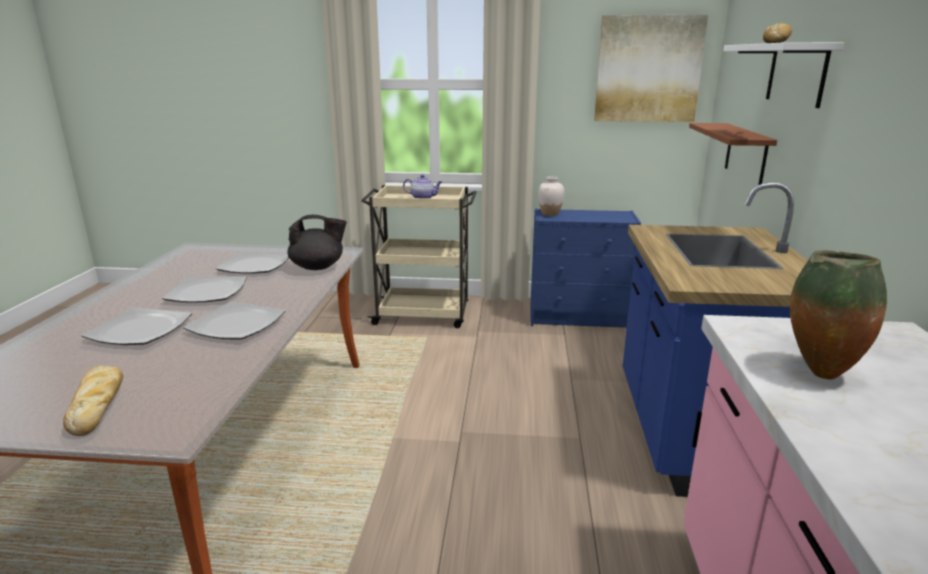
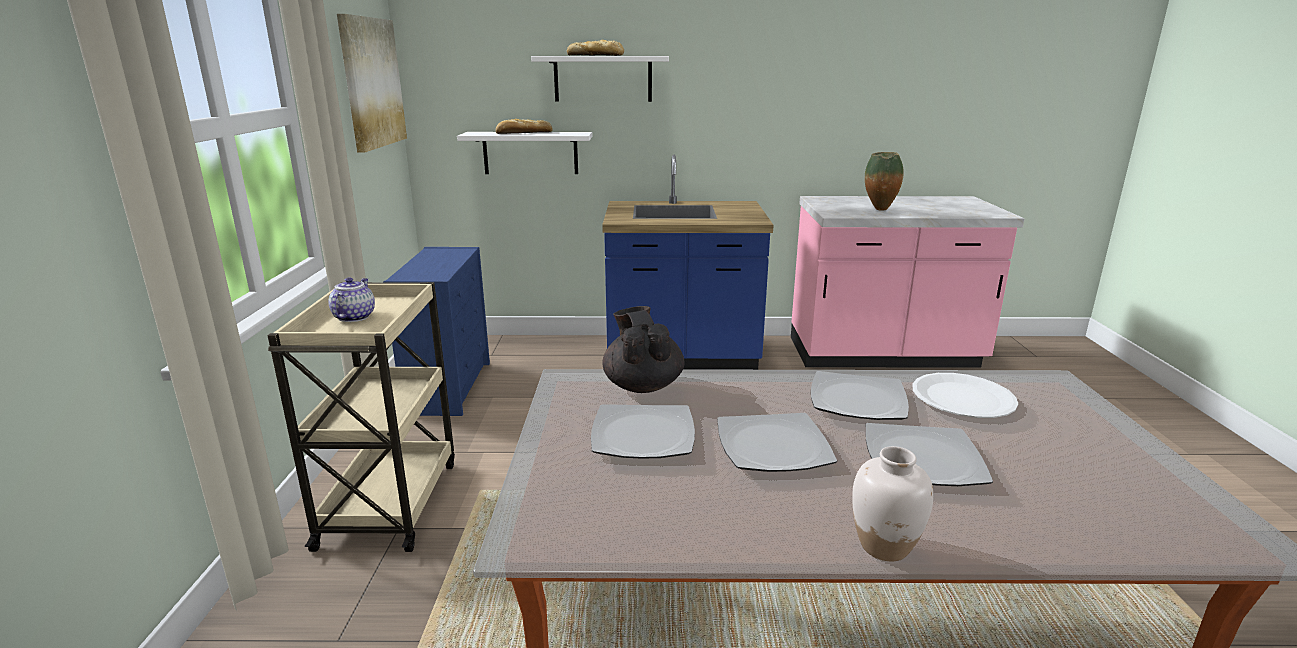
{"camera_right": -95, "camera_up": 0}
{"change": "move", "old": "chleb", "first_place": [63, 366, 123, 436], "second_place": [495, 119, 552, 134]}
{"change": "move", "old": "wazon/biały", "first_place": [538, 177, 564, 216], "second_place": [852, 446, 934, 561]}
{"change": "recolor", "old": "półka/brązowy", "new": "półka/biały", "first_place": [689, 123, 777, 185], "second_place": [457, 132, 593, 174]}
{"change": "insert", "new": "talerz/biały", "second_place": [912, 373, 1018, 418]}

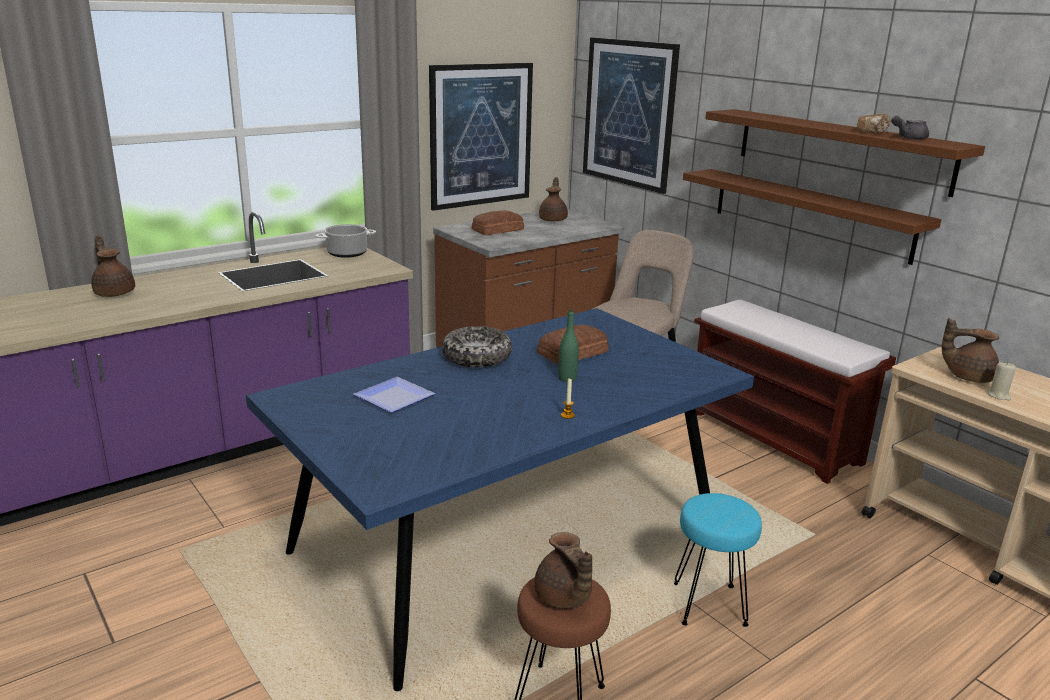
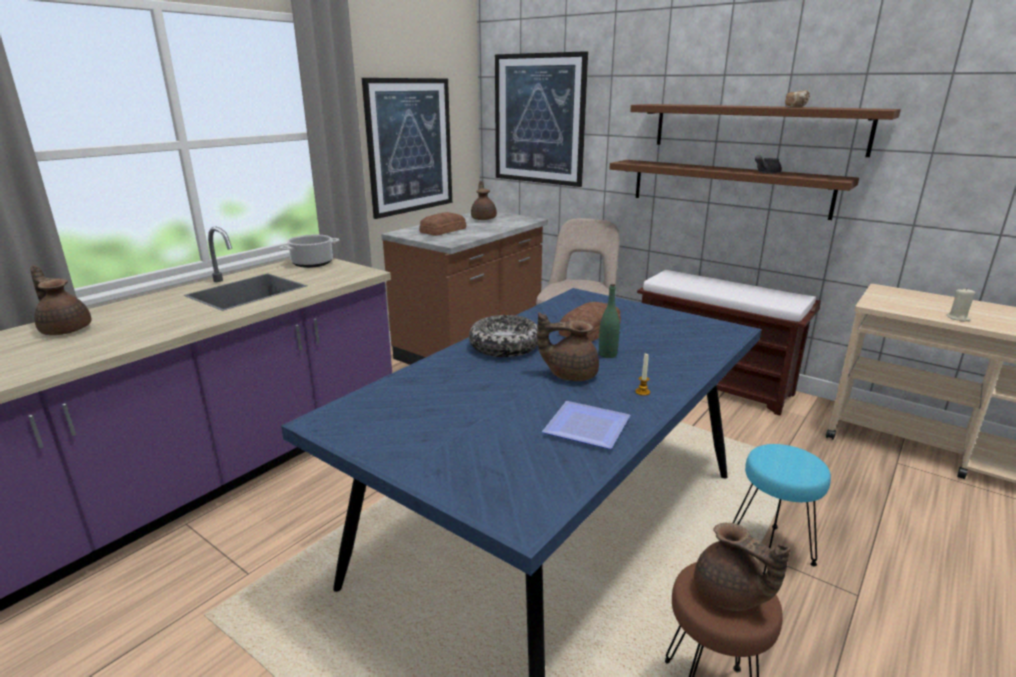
{"camera_right": -15, "camera_up": 0}
{"change": "move", "old": "talerz", "first_place": [353, 377, 435, 413], "second_place": [542, 401, 630, 449]}
{"change": "move", "old": "imbryk/szary", "first_place": [891, 116, 929, 140], "second_place": [755, 155, 782, 174]}
{"change": "move", "old": "imbryk/brązowy", "first_place": [942, 318, 999, 383], "second_place": [537, 313, 599, 381]}

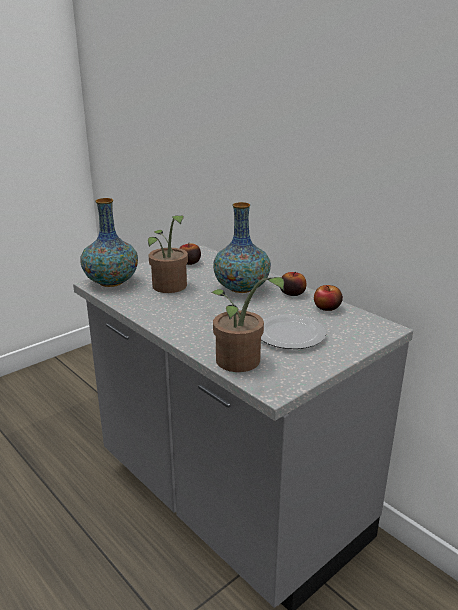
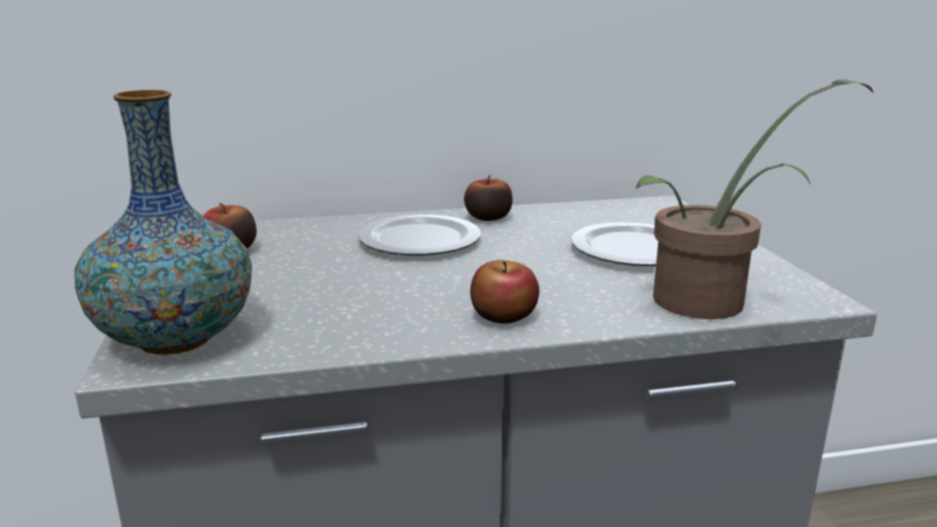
{"camera_right": -60, "camera_up": -5}
{"change": "delete", "old": "roślina doniczkowa", "first_place": [148, 215, 188, 293]}
{"change": "replace", "old": "wazon", "new": "talerz", "first_place": [213, 202, 271, 293], "second_place": [358, 214, 481, 255]}
{"change": "move", "old": "jabłko", "first_place": [314, 285, 343, 311], "second_place": [470, 260, 539, 324]}

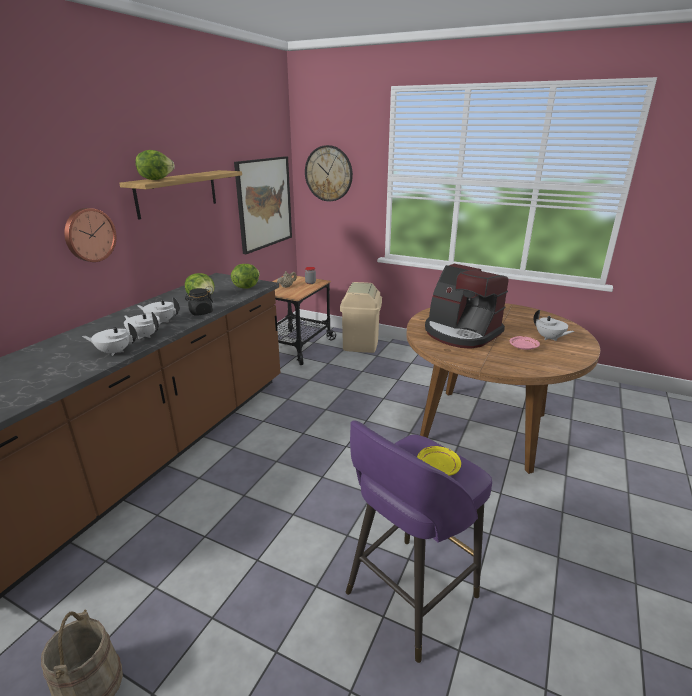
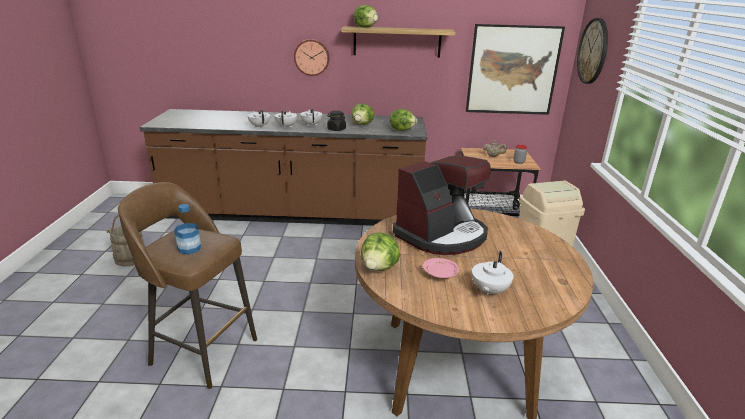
{"camera_right": 65, "camera_up": 0}
{"change": "recolor", "old": "stołek/fioletowy", "new": "stołek/brązowy", "first_place": [346, 420, 492, 663], "second_place": [118, 182, 257, 389]}
{"change": "replace", "old": "talerz/żółty", "new": "butelka", "first_place": [417, 446, 461, 476], "second_place": [174, 204, 202, 254]}
{"change": "rotate", "old": "ekspres do kawy", "first_place": [425, 264, 508, 349], "second_place": [393, 156, 491, 255], "degrees": -150}
{"change": "insert", "new": "sałata", "second_place": [361, 233, 400, 271]}

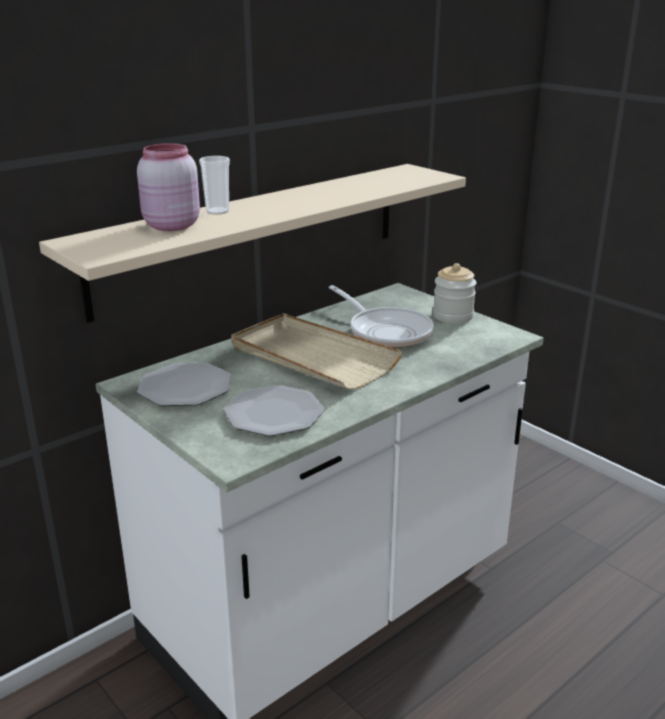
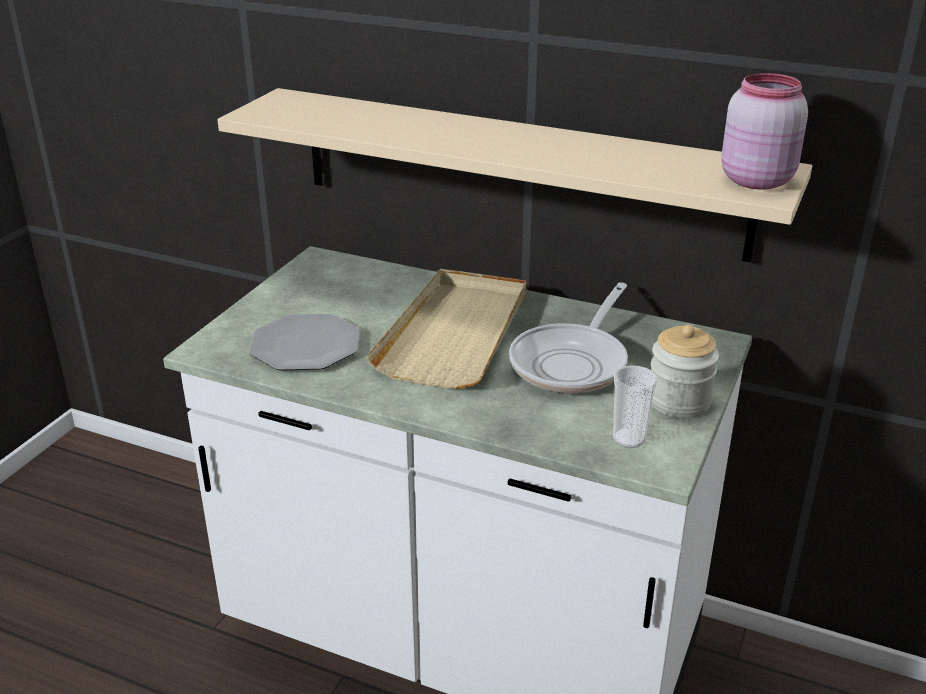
{"camera_right": 65, "camera_up": 5}
{"change": "move", "old": "słoik/różowy", "first_place": [137, 143, 200, 231], "second_place": [721, 73, 808, 190]}
{"change": "delete", "old": "talerz", "first_place": [137, 363, 231, 406]}
{"change": "move", "old": "filiżanka", "first_place": [199, 156, 230, 215], "second_place": [613, 365, 657, 448]}

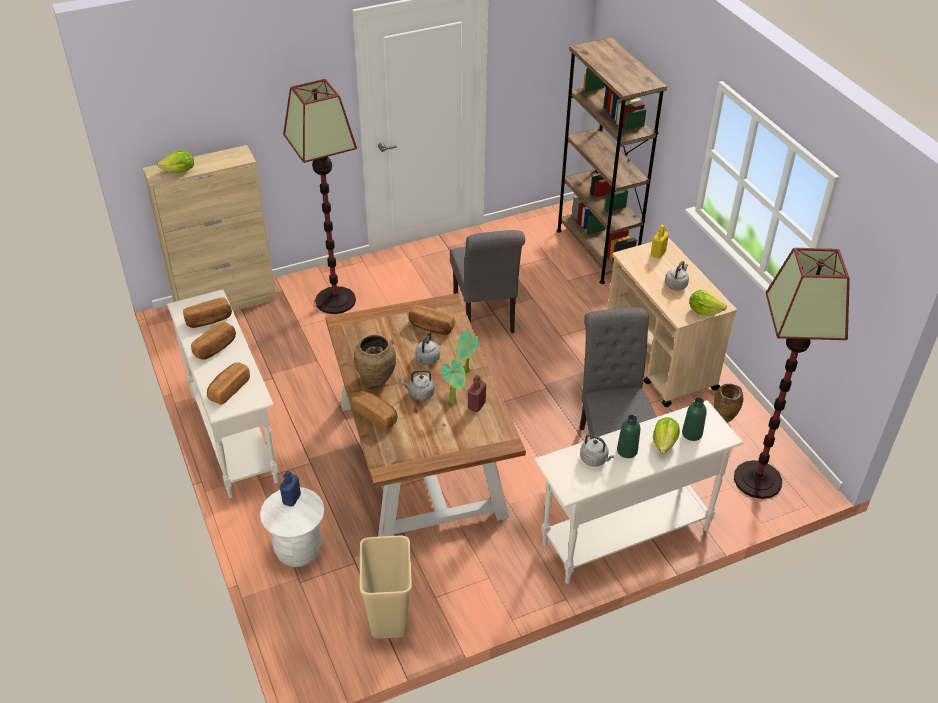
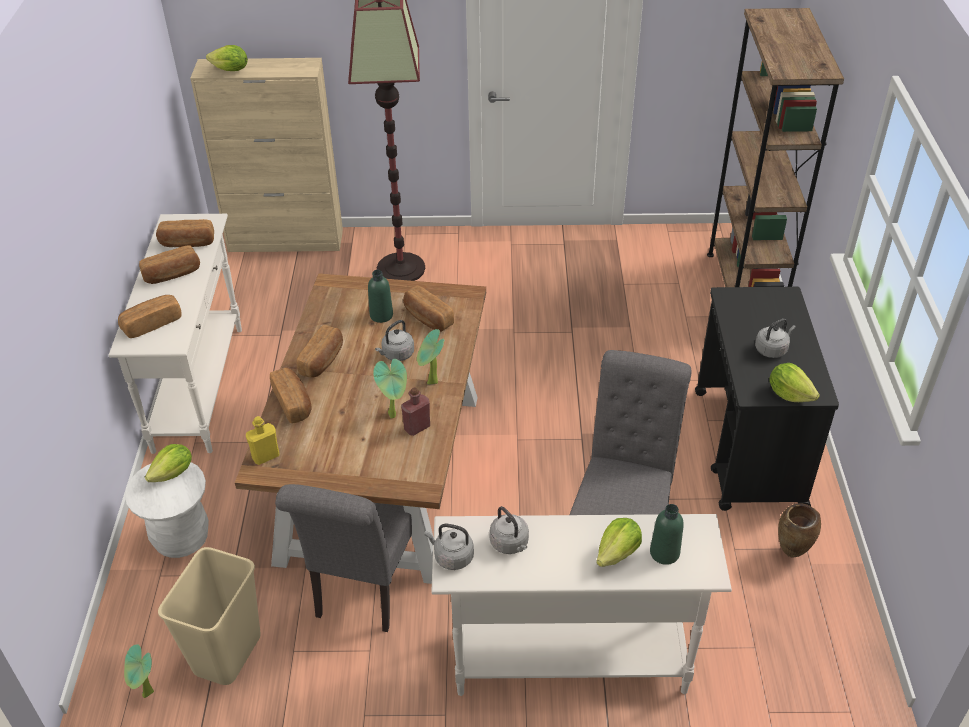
{"camera_right": 25, "camera_up": 0}
{"change": "replace", "old": "butelka/niebieski", "new": "sałata", "first_place": [280, 471, 301, 507], "second_place": [145, 444, 192, 482]}
{"change": "replace", "old": "wazon/brązowy", "new": "chleb", "first_place": [354, 335, 396, 386], "second_place": [297, 325, 343, 378]}
{"change": "move", "old": "czajnik/szary", "first_place": [401, 370, 435, 400], "second_place": [425, 524, 474, 570]}
{"change": "move", "old": "krzesło/szary", "first_place": [450, 230, 525, 333], "second_place": [275, 484, 412, 632]}
{"change": "recolor", "old": "wózek/beżowy", "new": "wózek/czarny", "first_place": [608, 238, 737, 407], "second_place": [695, 287, 839, 511]}
{"change": "move", "old": "butelka/zielony", "first_place": [617, 415, 640, 458], "second_place": [368, 270, 393, 323]}
{"change": "move", "old": "butelka/żółty", "first_place": [650, 225, 669, 259], "second_place": [246, 416, 280, 465]}
{"change": "delete", "old": "lampa stojąca", "first_place": [734, 248, 850, 499]}
{"change": "insert", "new": "roślina doniczkowa", "second_place": [124, 644, 154, 698]}

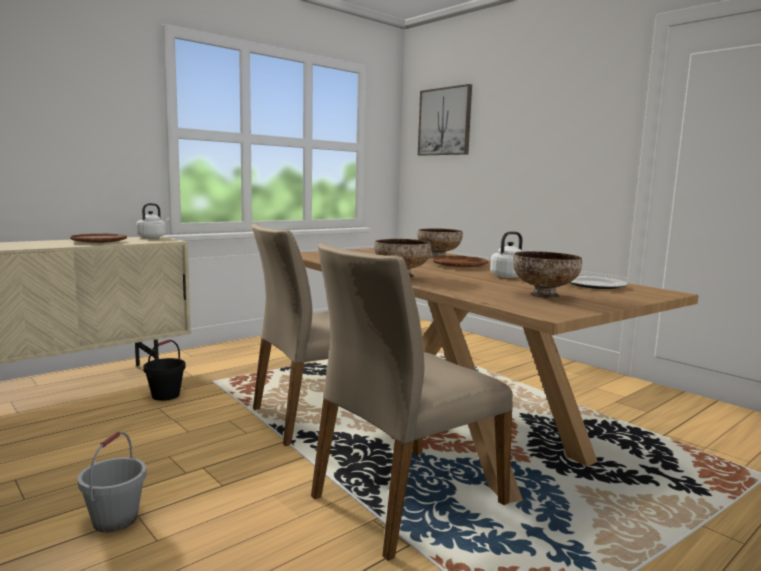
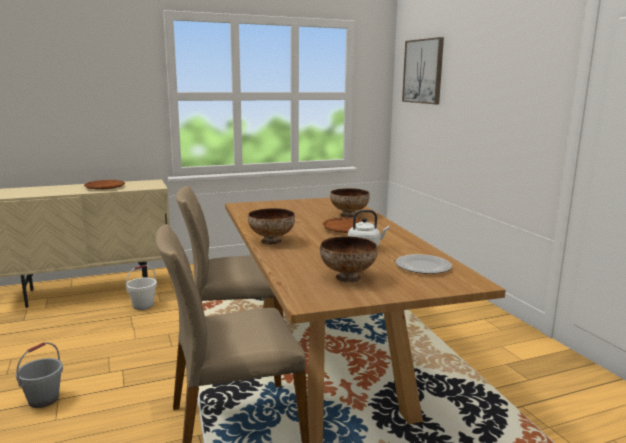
{"camera_right": 20, "camera_up": 5}
{"change": "delete", "old": "czajnik/biały", "first_place": [136, 203, 170, 238]}
{"change": "recolor", "old": "wiadro/czarny", "new": "wiadro/biały", "first_place": [143, 339, 186, 401], "second_place": [126, 265, 157, 310]}

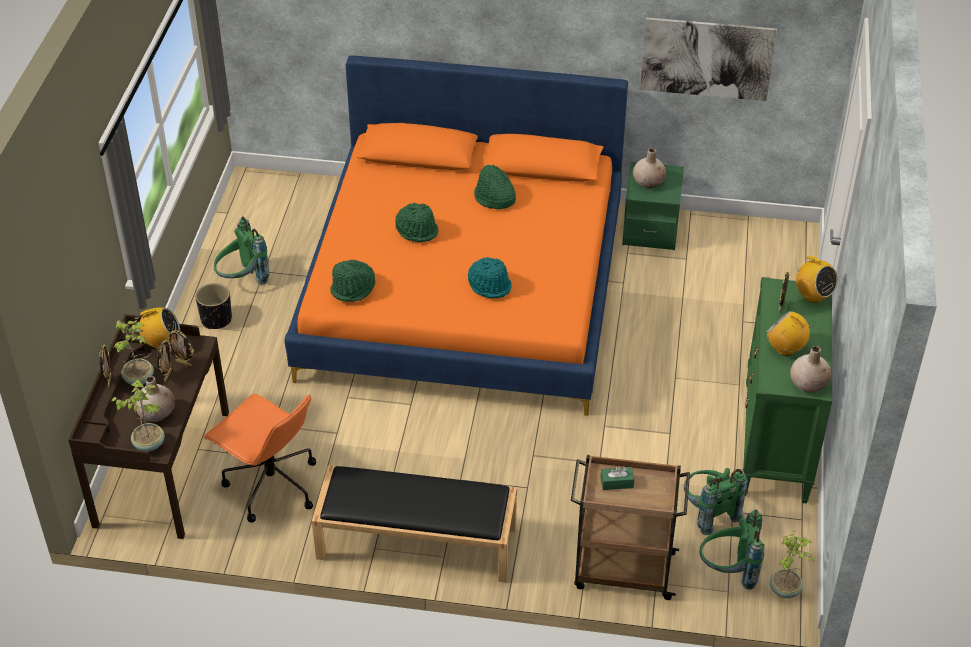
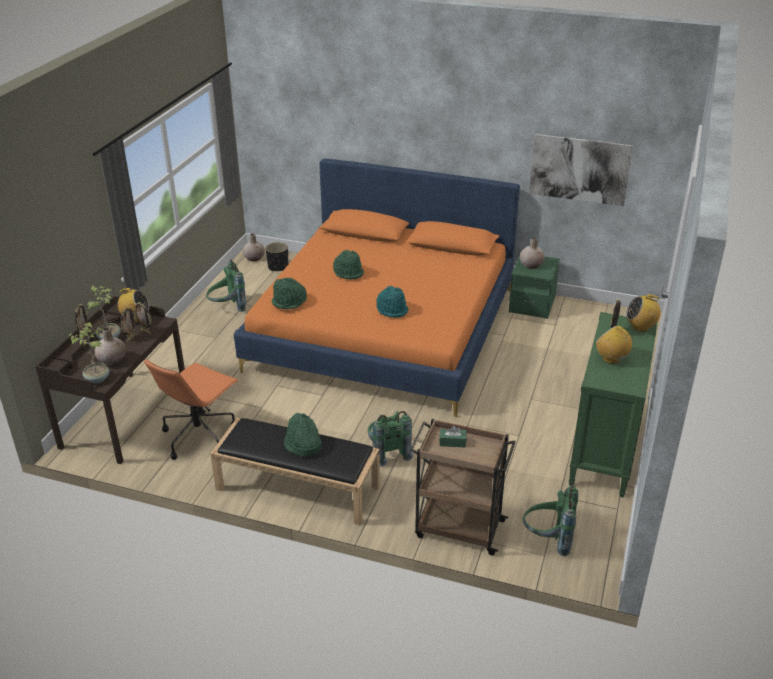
{"camera_right": 10, "camera_up": -10}
{"change": "move", "old": "donica/czarny", "first_place": [195, 283, 232, 329], "second_place": [265, 242, 288, 272]}
{"change": "rotate", "old": "krzesło biurowe/pomarańczowy", "first_place": [203, 394, 316, 523], "second_place": [144, 359, 239, 460], "degrees": 75}
{"change": "move", "old": "kapelusz/zielony", "first_place": [474, 165, 516, 209], "second_place": [284, 413, 322, 457]}
{"change": "move", "old": "plecak/zielony", "first_place": [684, 468, 748, 535], "second_place": [368, 411, 414, 467]}
{"change": "delete", "old": "roślina doniczkowa", "first_place": [770, 530, 814, 598]}
{"change": "move", "old": "wazon/beżowy", "first_place": [790, 346, 831, 392], "second_place": [243, 233, 265, 261]}
{"change": "rotate", "old": "radio", "first_place": [795, 256, 838, 303], "second_place": [626, 294, 661, 332], "degrees": 120}

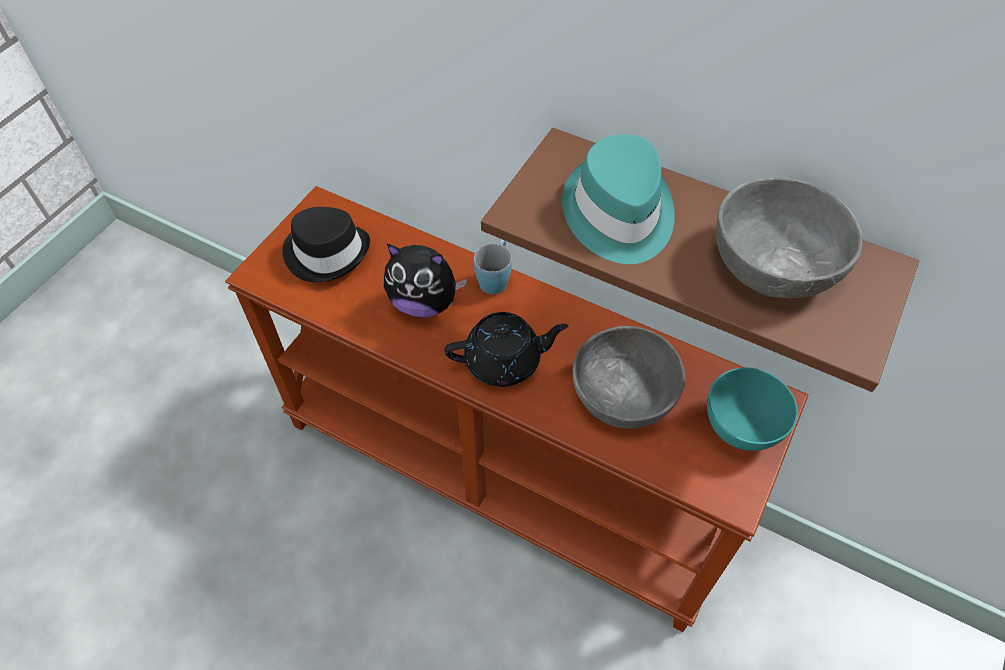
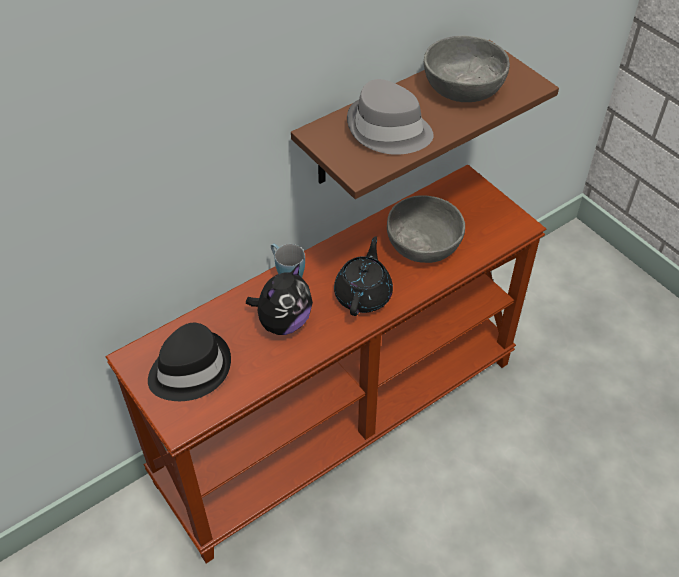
{"camera_right": -65, "camera_up": -5}
{"change": "recolor", "old": "kapelusz/turkusowy", "new": "kapelusz/szary", "first_place": [562, 134, 675, 264], "second_place": [347, 79, 434, 155]}
{"change": "delete", "old": "miska/turkusowy", "first_place": [707, 368, 798, 451]}

